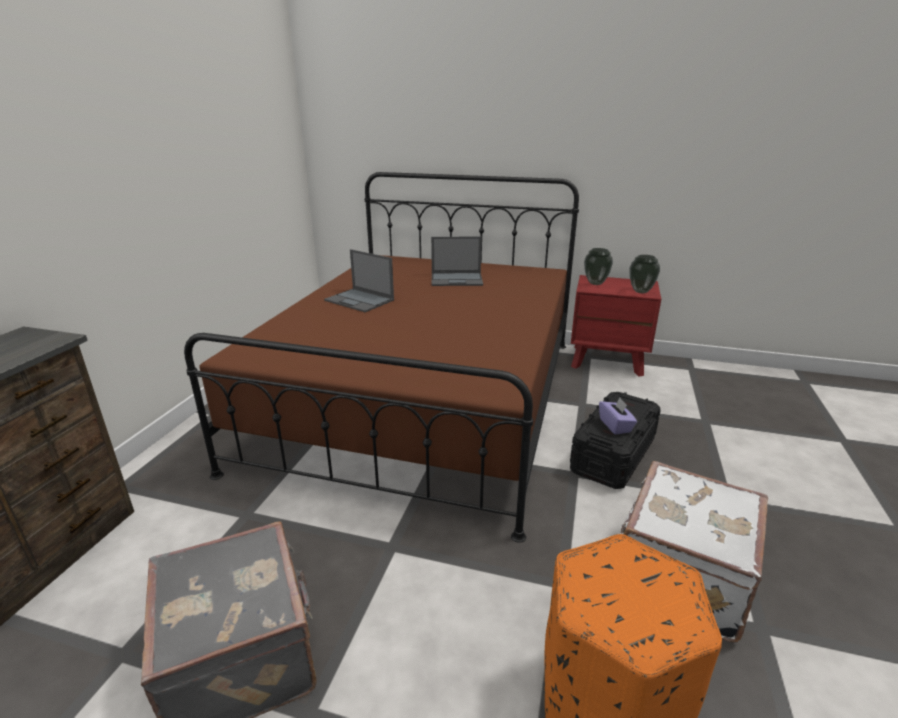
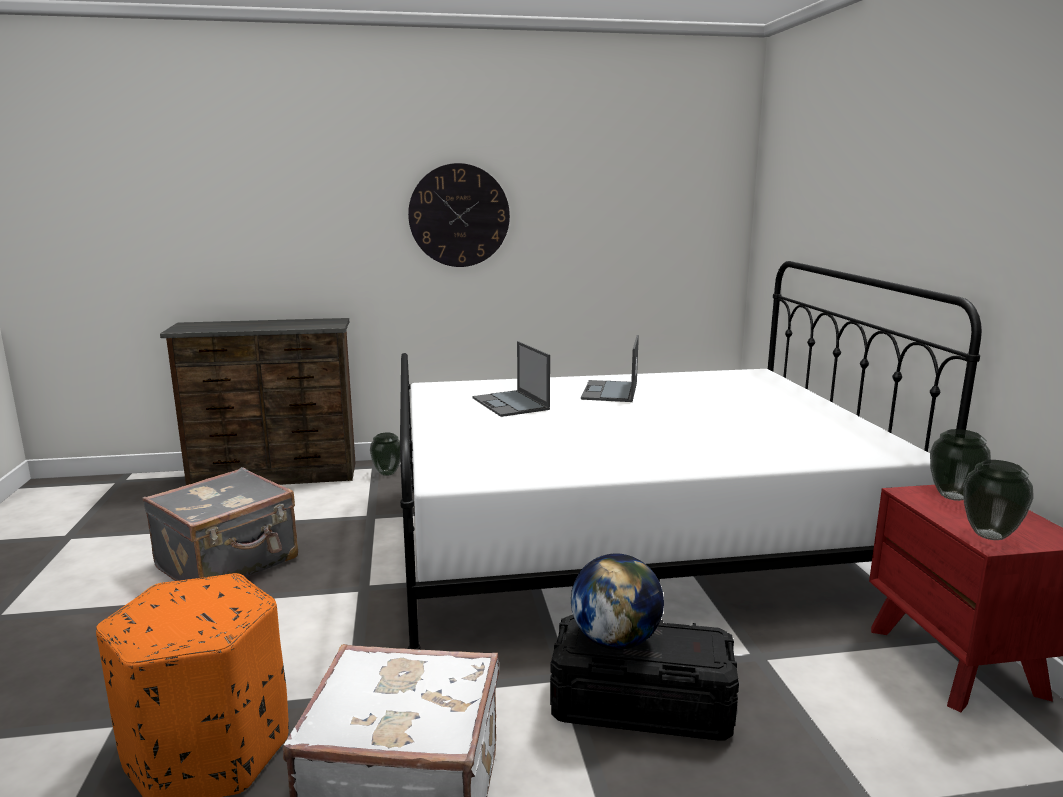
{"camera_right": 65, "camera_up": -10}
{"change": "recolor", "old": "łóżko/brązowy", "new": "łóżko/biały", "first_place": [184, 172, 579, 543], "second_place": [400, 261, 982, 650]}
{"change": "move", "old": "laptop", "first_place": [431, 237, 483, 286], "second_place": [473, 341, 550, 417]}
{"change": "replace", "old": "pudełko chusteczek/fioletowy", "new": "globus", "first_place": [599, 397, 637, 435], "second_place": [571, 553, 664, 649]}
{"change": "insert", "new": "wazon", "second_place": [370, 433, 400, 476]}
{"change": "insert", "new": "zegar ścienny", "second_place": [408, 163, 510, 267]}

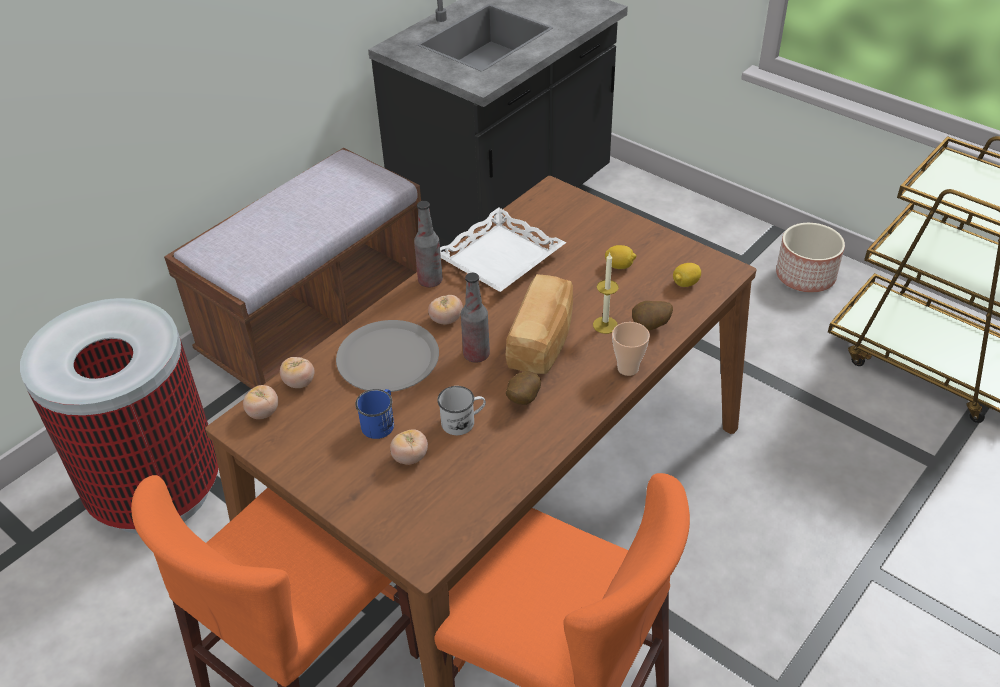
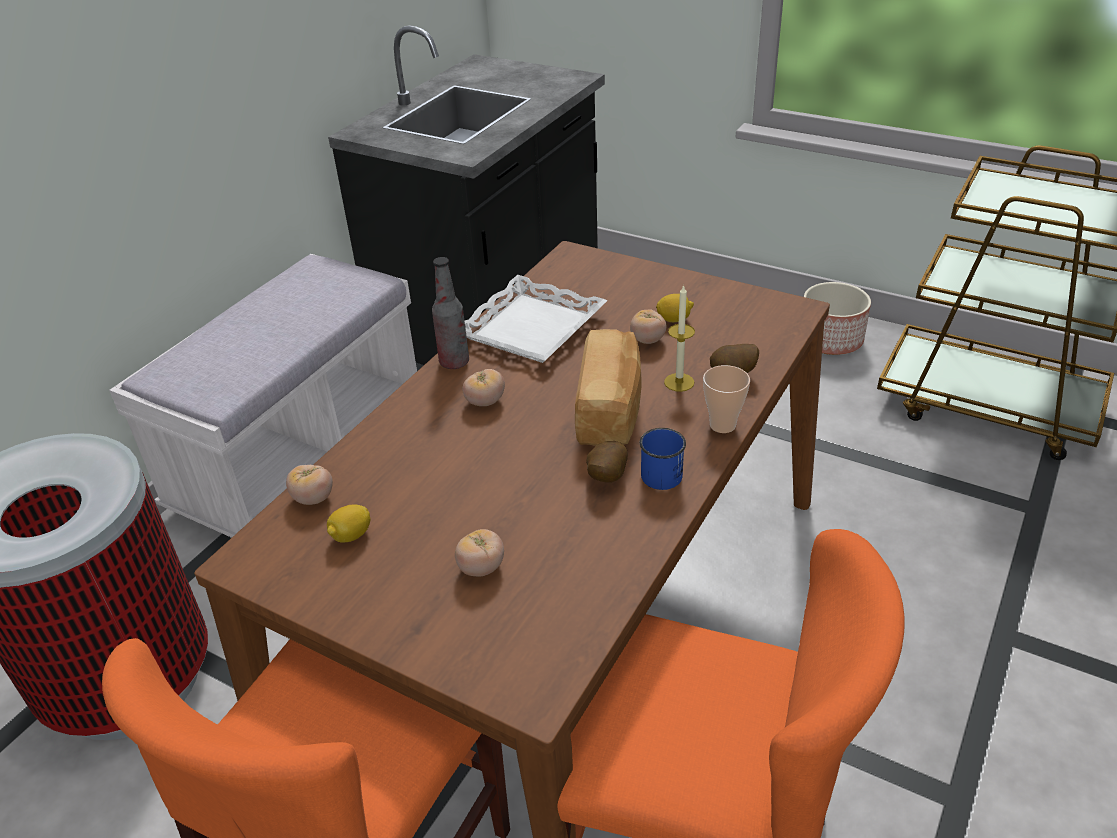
{"camera_right": -10, "camera_up": -5}
{"change": "recolor", "old": "ławka/brązowy", "new": "ławka/biały", "first_place": [164, 148, 421, 389], "second_place": [109, 254, 417, 538]}
{"change": "move", "old": "pomidor", "first_place": [243, 385, 278, 419], "second_place": [630, 310, 666, 344]}
{"change": "delete", "old": "talerz/szary", "first_place": [336, 320, 439, 392]}
{"change": "move", "old": "kubek/niebieski", "first_place": [355, 389, 394, 439], "second_place": [640, 428, 686, 490]}
{"change": "delete", "old": "kubek/biały", "first_place": [437, 386, 486, 435]}
{"change": "delete", "old": "butelka", "first_place": [461, 273, 490, 363]}
{"change": "move", "old": "cytryna", "first_place": [673, 263, 701, 287], "second_place": [327, 504, 371, 543]}

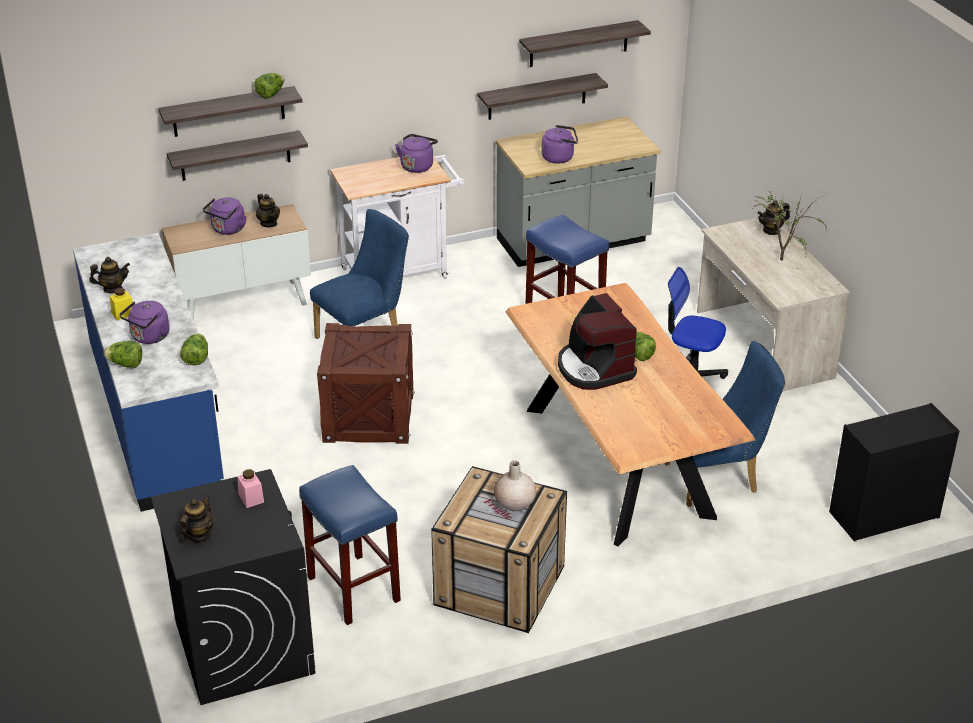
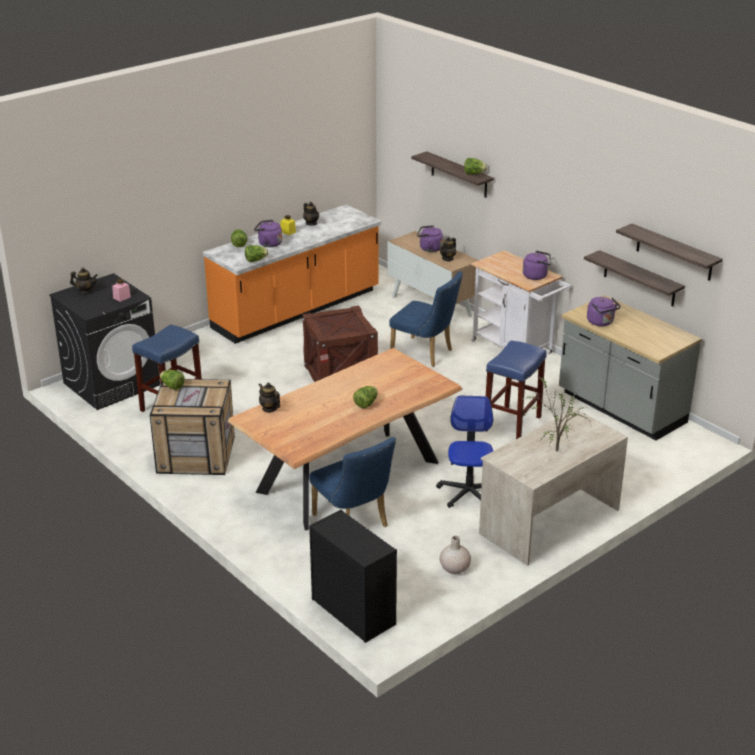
{"camera_right": 70, "camera_up": -5}
{"change": "recolor", "old": "zabudowa kuchenna/niebieski", "new": "zabudowa kuchenna/pomarańczowy", "first_place": [73, 233, 224, 512], "second_place": [203, 205, 381, 344]}
{"change": "delete", "old": "półka", "first_place": [167, 131, 308, 181]}
{"change": "move", "old": "wazon/beżowy", "first_place": [494, 461, 536, 511], "second_place": [440, 536, 471, 574]}
{"change": "delete", "old": "ekspres do kawy", "first_place": [558, 293, 637, 390]}
{"change": "move", "old": "imbryk", "first_place": [757, 200, 790, 235], "second_place": [259, 383, 280, 413]}
{"change": "insert", "new": "sałata", "second_place": [160, 370, 185, 390]}

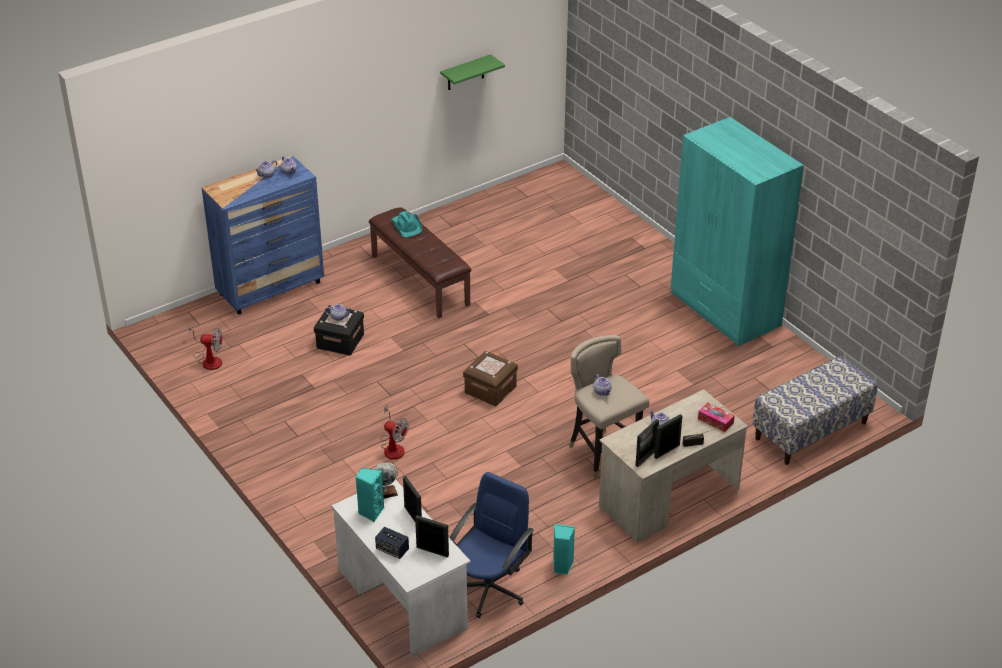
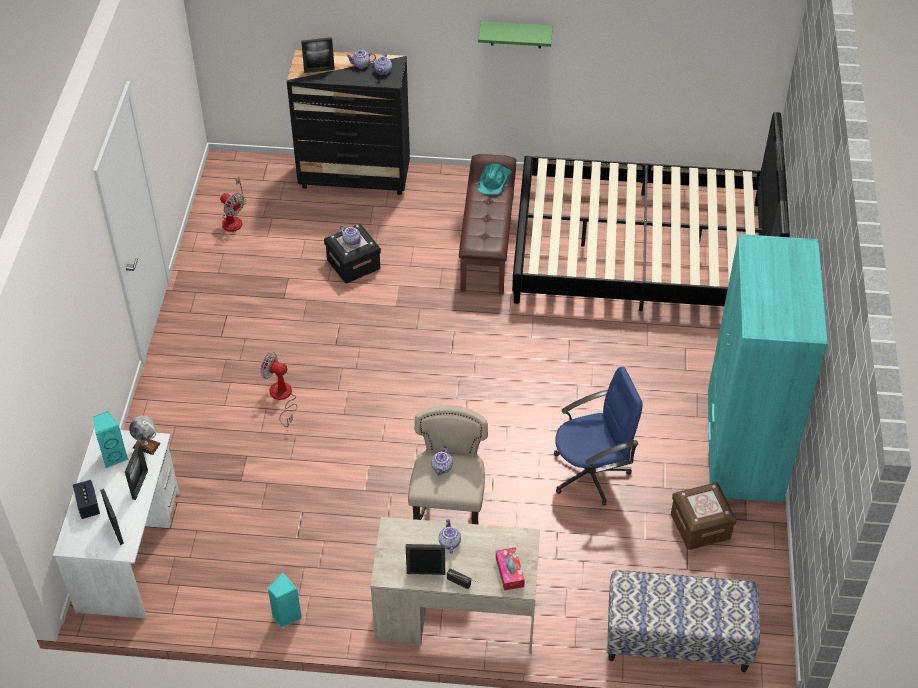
{"camera_right": 40, "camera_up": 10}
{"change": "recolor", "old": "komoda/niebieski", "new": "komoda/czarny", "first_place": [202, 156, 324, 314], "second_place": [287, 49, 410, 195]}
{"change": "rotate", "old": "wentylator", "first_place": [381, 405, 409, 460], "second_place": [261, 352, 297, 427], "degrees": 135}
{"change": "move", "old": "półka/zielony", "first_place": [440, 54, 505, 90], "second_place": [478, 21, 553, 48]}
{"change": "move", "old": "krzesło biurowe/niebieski", "first_place": [449, 472, 534, 618], "second_place": [554, 367, 643, 506]}
{"change": "move", "old": "pojemnik do przechowywania/brązowy", "first_place": [463, 351, 518, 406], "second_place": [671, 482, 737, 550]}
{"change": "move", "old": "ramka na zdjęcie", "first_place": [635, 419, 659, 467], "second_place": [301, 37, 335, 73]}
{"change": "insert", "new": "łóżko/czarny", "second_place": [512, 112, 790, 311]}

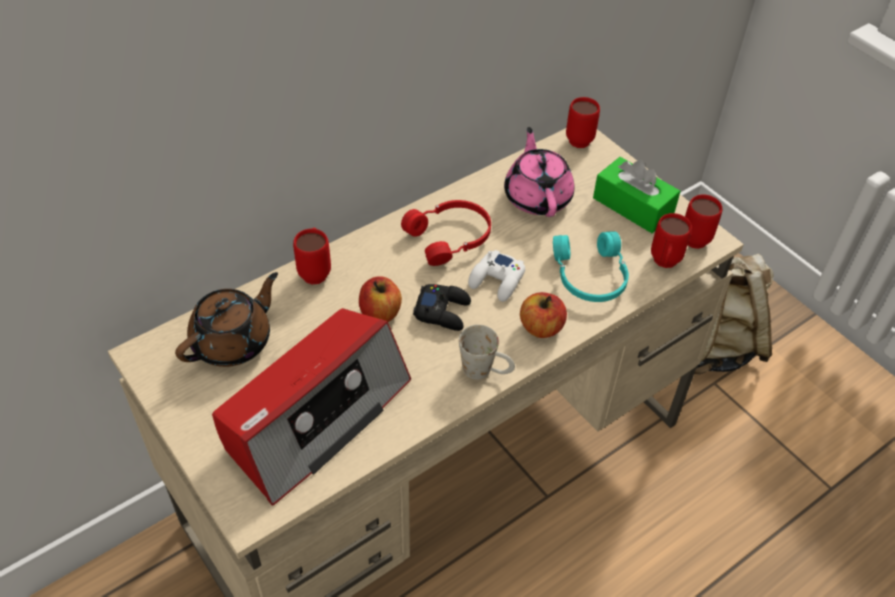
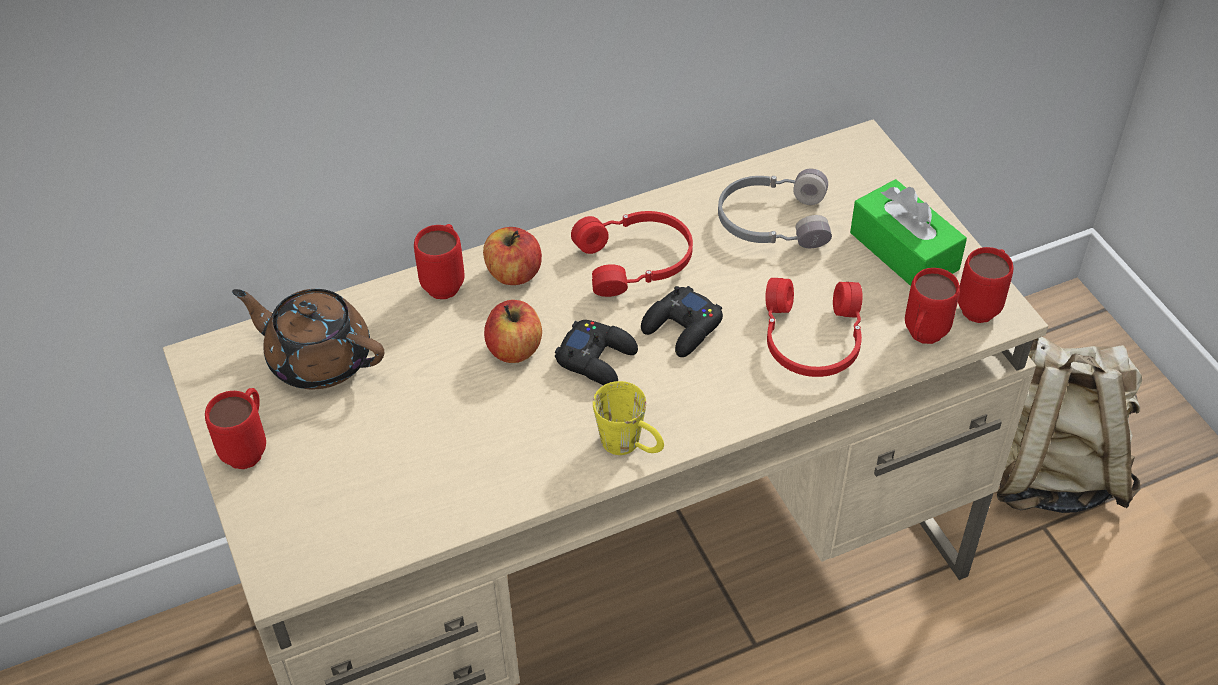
{"camera_right": 15, "camera_up": 0}
{"change": "rotate", "old": "imbryk/brązowy", "first_place": [175, 272, 278, 367], "second_place": [232, 289, 384, 389], "degrees": -120}
{"change": "delete", "old": "radio", "first_place": [212, 308, 411, 505]}
{"change": "recolor", "old": "kubek/biały", "new": "kubek/żółty", "first_place": [459, 325, 515, 380], "second_place": [593, 381, 664, 455]}
{"change": "recolor", "old": "pad do gier/biały", "new": "pad do gier/czarny", "first_place": [468, 250, 525, 302], "second_place": [641, 286, 723, 357]}
{"change": "replace", "old": "imbryk/różowy", "new": "słuchawki/szary", "first_place": [504, 127, 574, 217], "second_place": [718, 169, 832, 248]}
{"change": "move", "old": "jabłko", "first_place": [520, 292, 567, 338], "second_place": [483, 227, 542, 285]}
{"change": "recolor", "old": "słuchawki/turkusowy", "new": "słuchawki/czerwony", "first_place": [553, 231, 629, 302], "second_place": [765, 278, 863, 377]}
{"change": "move", "old": "kubek/czerwony", "first_place": [566, 97, 600, 148], "second_place": [205, 388, 266, 469]}

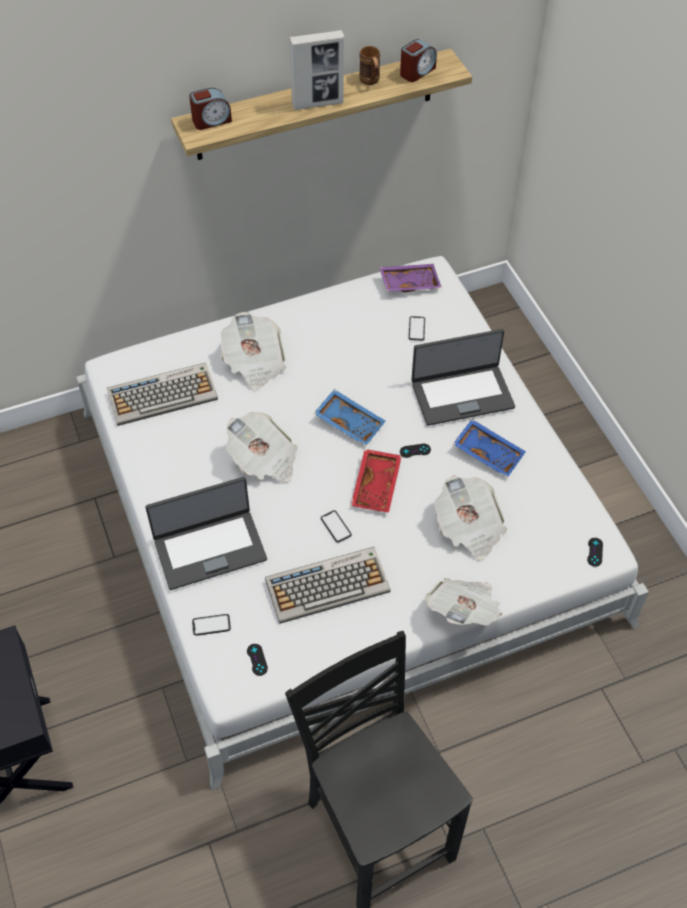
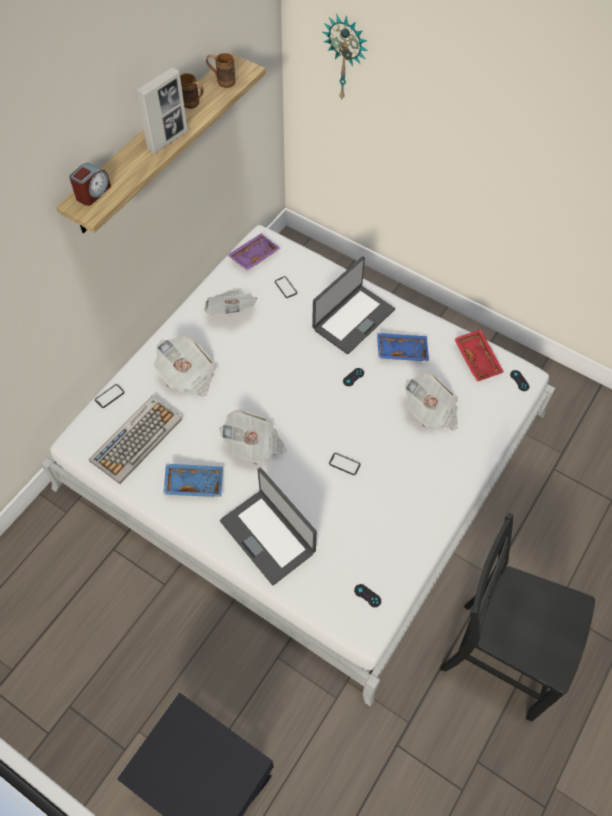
{"camera_right": -35, "camera_up": 5}
{"change": "rotate", "old": "laptop", "first_place": [145, 477, 267, 590], "second_place": [220, 468, 317, 585], "degrees": 105}
{"change": "move", "old": "telefon", "first_place": [192, 614, 231, 636], "second_place": [95, 384, 125, 408]}
{"change": "delete", "old": "klawiatura", "first_place": [265, 546, 390, 624]}
{"change": "move", "old": "taca/niebieski", "first_place": [314, 389, 386, 446], "second_place": [163, 464, 223, 497]}
{"change": "move", "old": "taca/czerwony", "first_place": [351, 449, 402, 513], "second_place": [454, 329, 504, 382]}
{"change": "replace", "old": "budzik", "new": "kubek/brązowy", "first_place": [400, 39, 437, 82], "second_place": [206, 53, 235, 88]}
{"change": "move", "old": "gazeta", "first_place": [425, 578, 502, 626], "second_place": [204, 288, 258, 315]}
{"change": "insert", "new": "zegar ścienny", "second_place": [323, 15, 368, 101]}

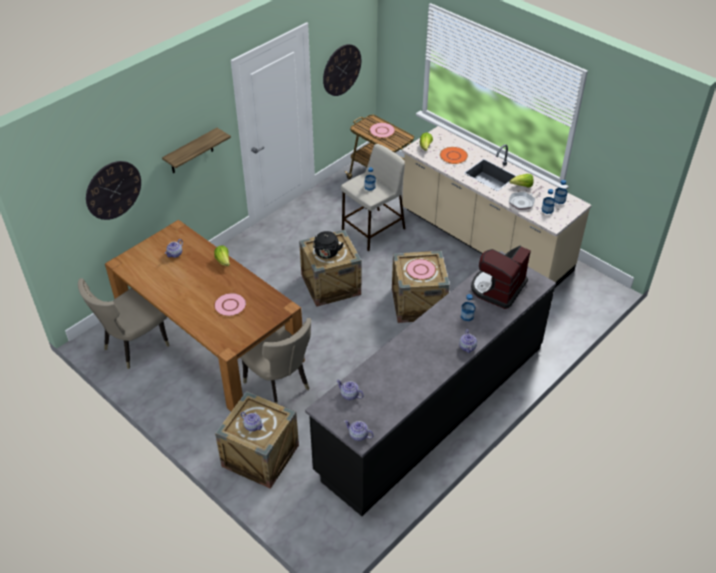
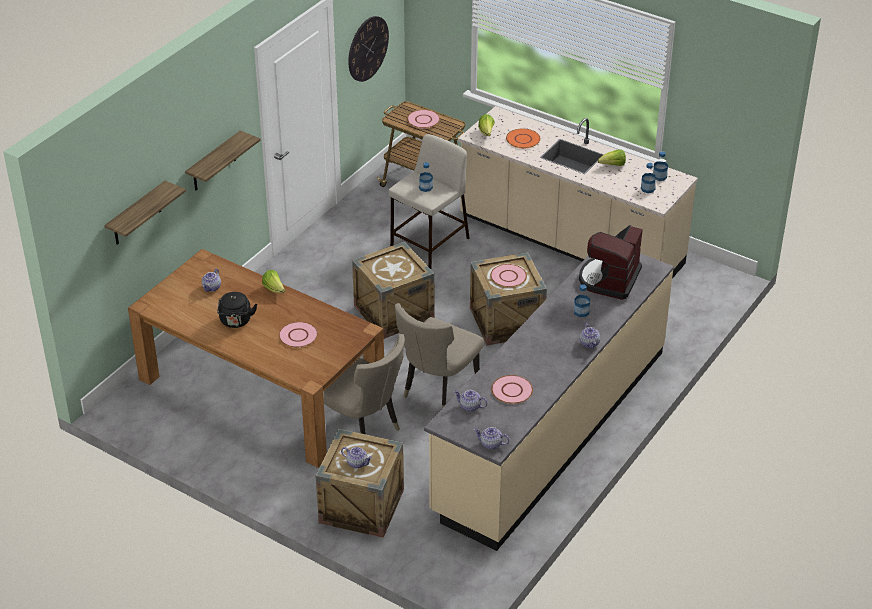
{"camera_right": -10, "camera_up": -5}
{"change": "move", "old": "krzesło/beżowy", "first_place": [78, 278, 170, 369], "second_place": [395, 303, 484, 408]}
{"change": "replace", "old": "zegar ścienny", "new": "półka", "first_place": [86, 161, 141, 220], "second_place": [105, 181, 186, 244]}
{"change": "recolor", "old": "zabudowa kuchenna/czarny", "new": "zabudowa kuchenna/beżowy", "first_place": [305, 251, 556, 516], "second_place": [424, 253, 674, 551]}
{"change": "move", "old": "czajnik/czarny", "first_place": [313, 231, 344, 259], "second_place": [217, 292, 257, 328]}
{"change": "delete", "old": "patelnia", "first_place": [509, 186, 544, 210]}
{"change": "insert", "new": "talerz/różowy", "second_place": [491, 375, 533, 404]}

